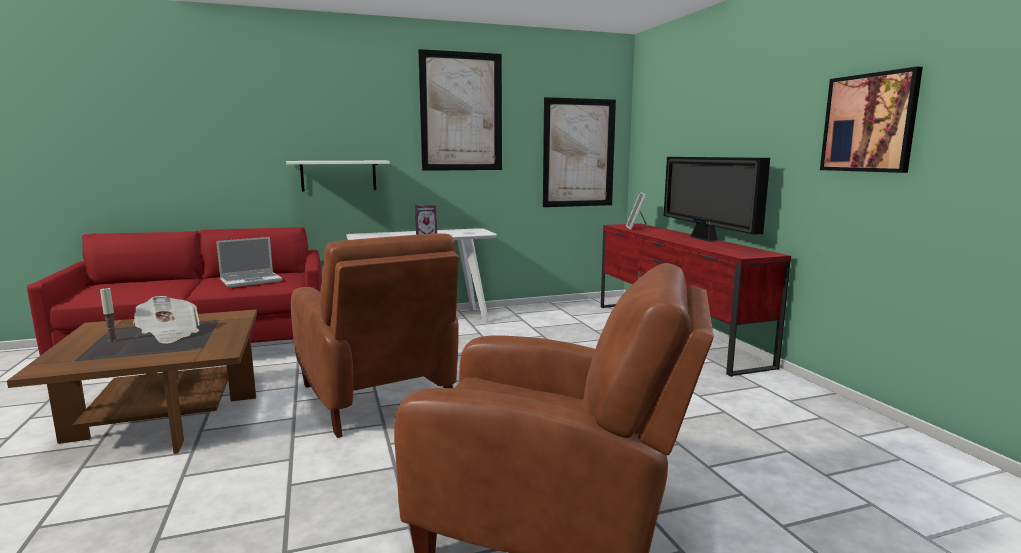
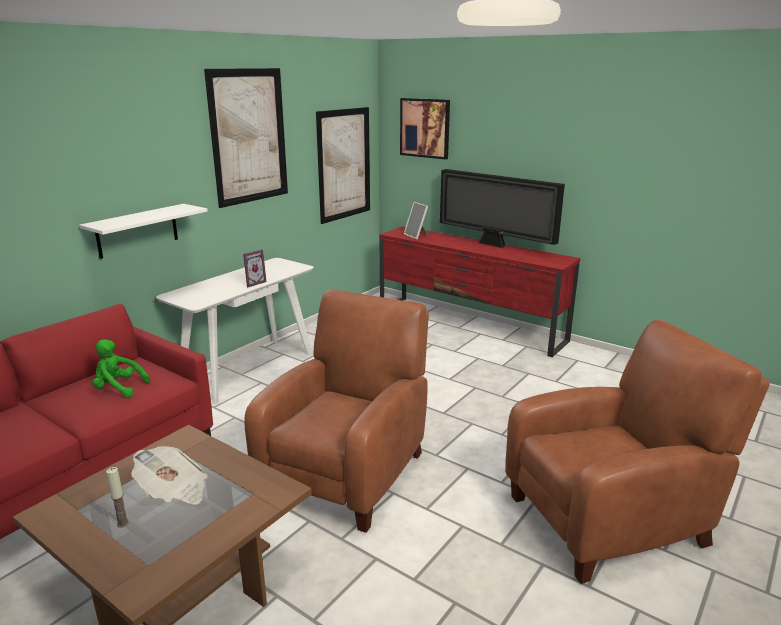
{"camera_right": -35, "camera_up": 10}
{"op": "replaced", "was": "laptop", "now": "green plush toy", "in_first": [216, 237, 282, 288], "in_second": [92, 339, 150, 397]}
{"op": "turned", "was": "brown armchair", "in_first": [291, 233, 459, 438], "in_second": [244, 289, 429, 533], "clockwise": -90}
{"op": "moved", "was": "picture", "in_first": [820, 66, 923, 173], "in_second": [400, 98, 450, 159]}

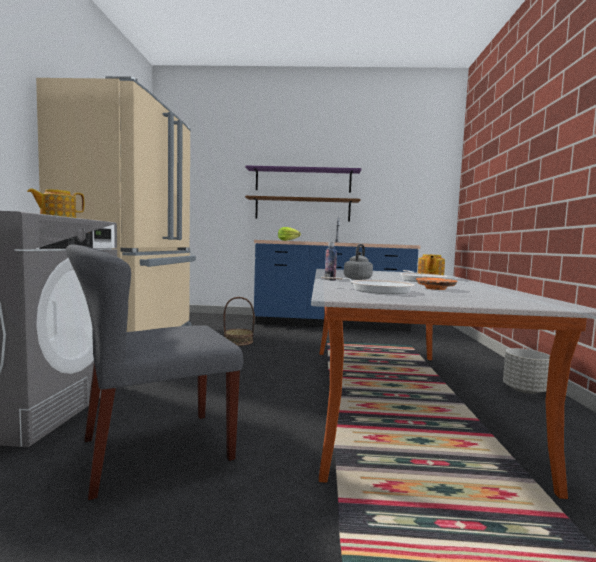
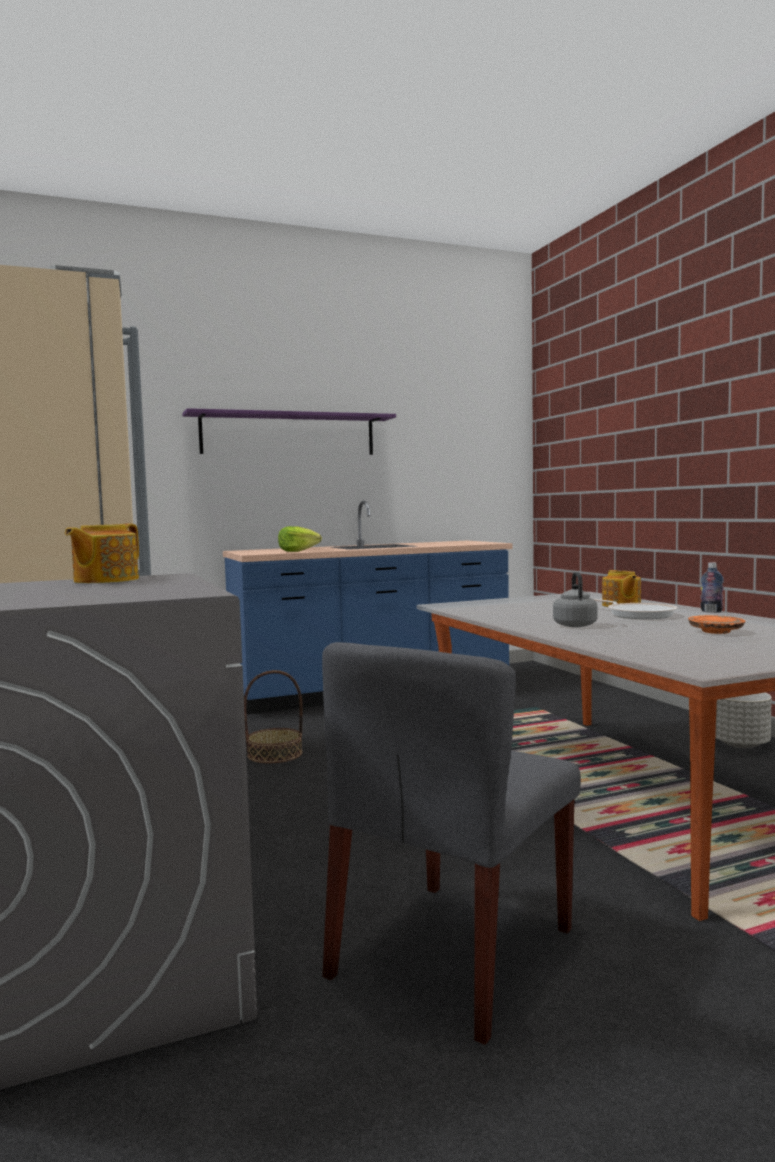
{"camera_right": -25, "camera_up": 0}
{"op": "removed", "was": "brown shelf", "in_first": [245, 196, 360, 222]}
{"op": "removed", "was": "frying pan", "in_first": [321, 277, 415, 294]}
{"op": "moved", "was": "bottle", "in_first": [324, 243, 337, 281], "in_second": [700, 563, 724, 612]}

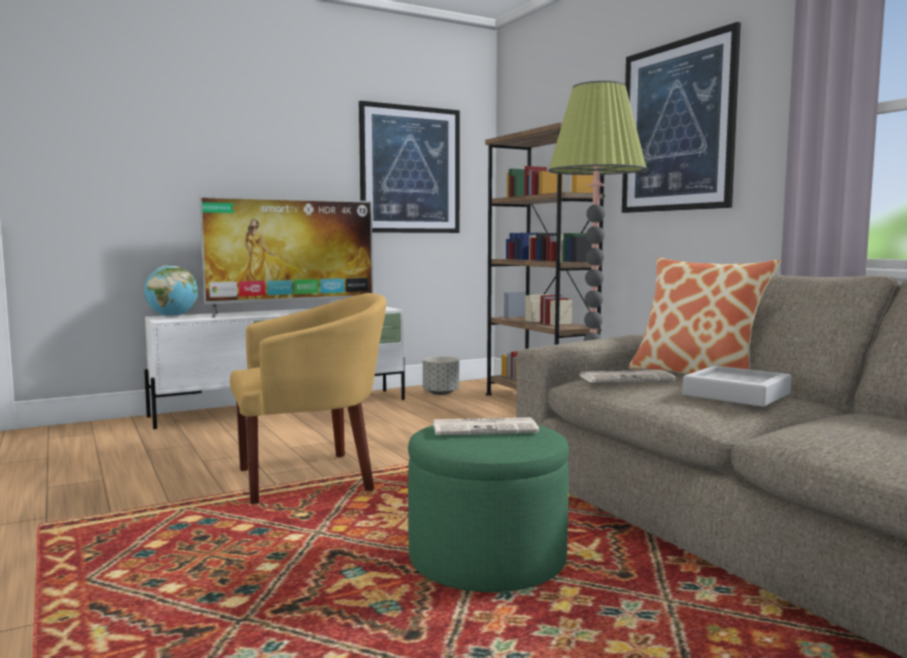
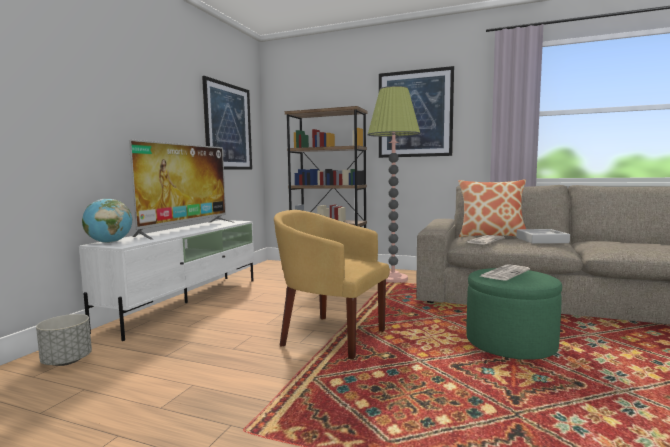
{"camera_right": -40, "camera_up": 0}
{"op": "turned", "was": "yellow armchair", "in_first": [230, 293, 386, 504], "in_second": [274, 210, 390, 359], "clockwise": -90}
{"op": "moved", "was": "grey planter", "in_first": [423, 356, 459, 395], "in_second": [36, 314, 92, 366]}

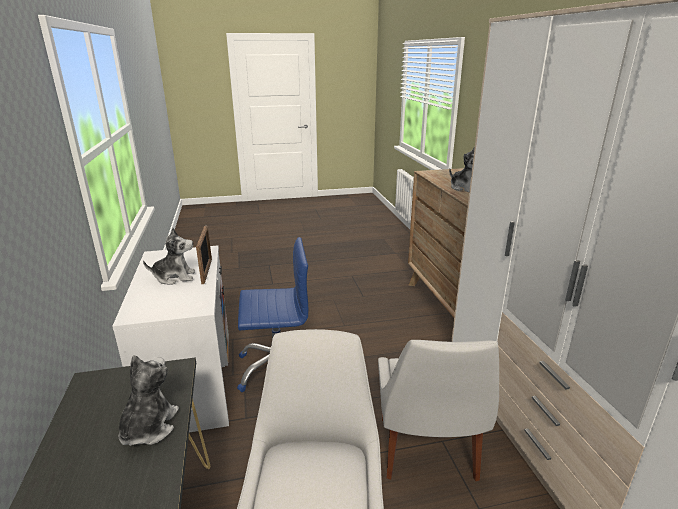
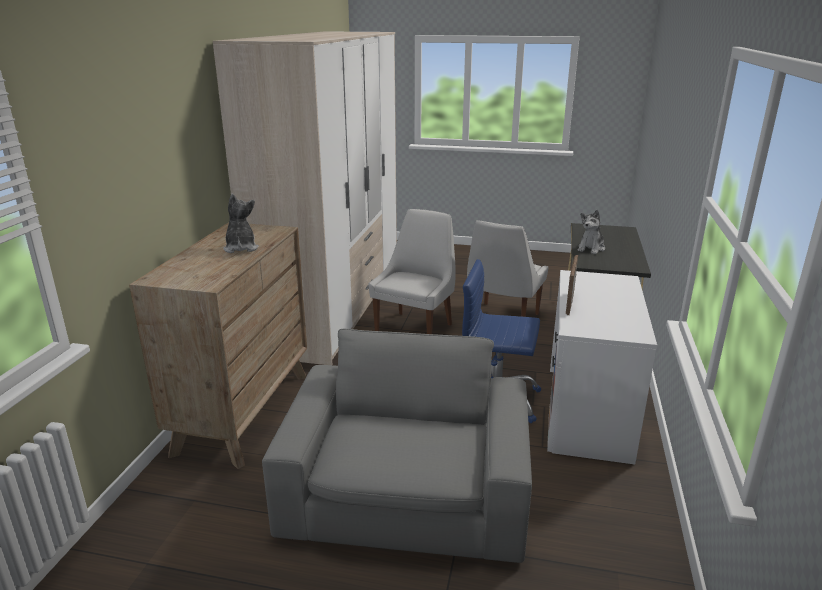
{"camera_right": -155, "camera_up": 0}
{"op": "removed", "was": "plush toy", "in_first": [143, 228, 195, 285]}
{"op": "added", "now": "grey armchair", "in_second": [262, 329, 532, 563]}

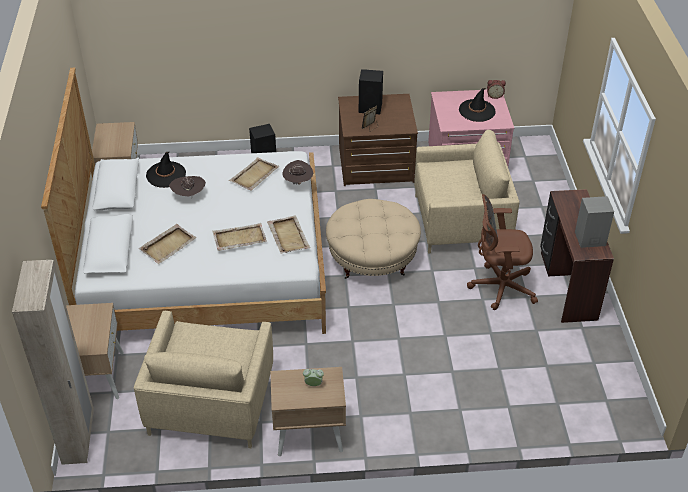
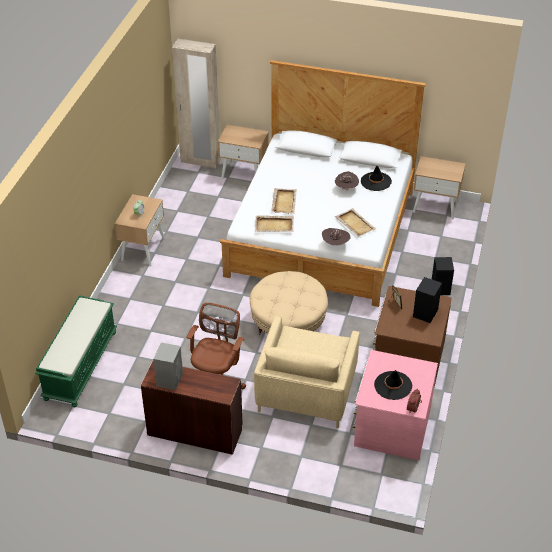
{"camera_right": 110, "camera_up": 0}
{"op": "removed", "was": "beige armchair", "in_first": [134, 311, 273, 448]}
{"op": "removed", "was": "beige tray", "in_first": [139, 224, 196, 264]}
{"op": "added", "now": "green bench", "in_second": [35, 295, 117, 407]}

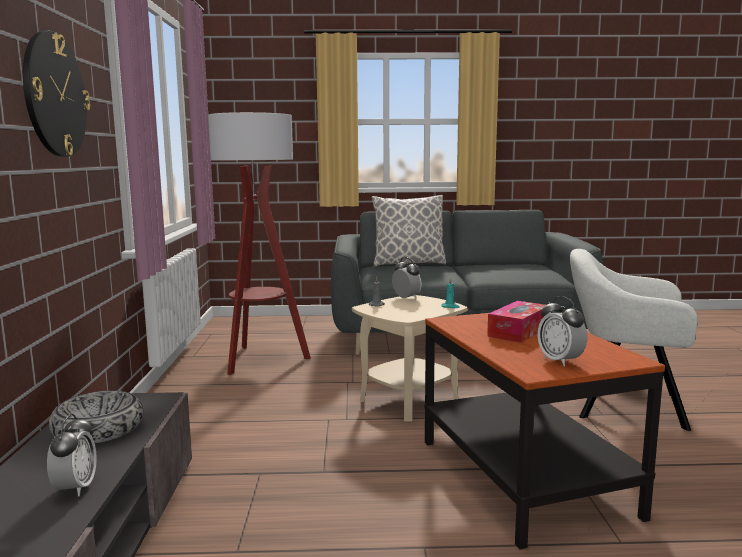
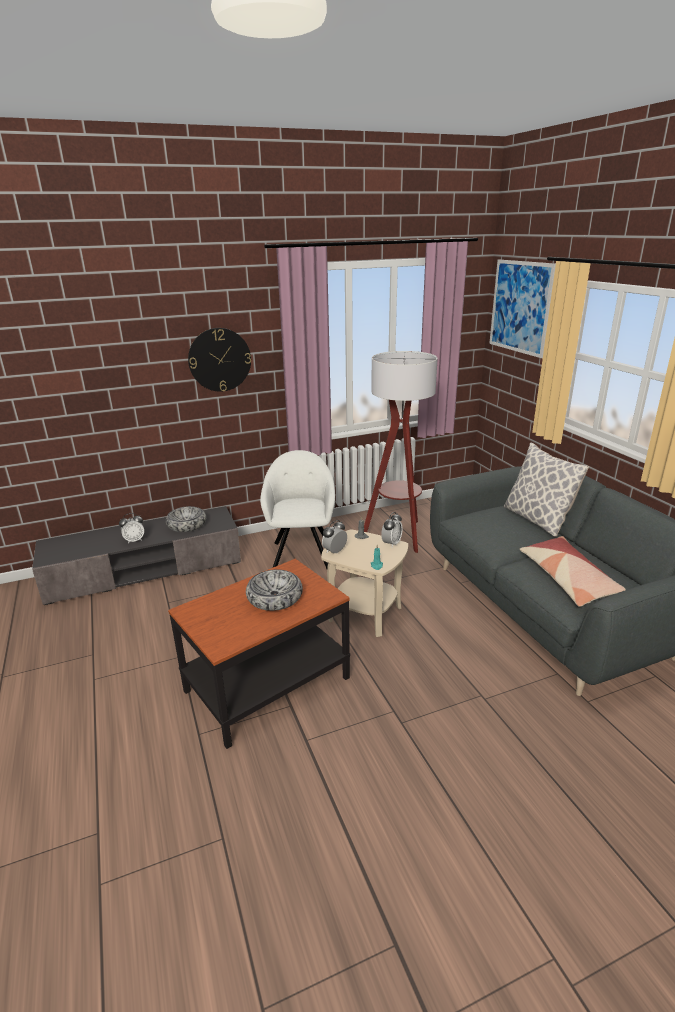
{"camera_right": 70, "camera_up": 15}
{"op": "replaced", "was": "tissue box", "now": "bowl", "in_first": [487, 301, 546, 343], "in_second": [246, 570, 303, 611]}
{"op": "moved", "was": "alarm clock", "in_first": [538, 296, 587, 366], "in_second": [322, 520, 347, 553]}
{"op": "moved", "was": "white armchair", "in_first": [570, 249, 698, 431], "in_second": [260, 450, 335, 569]}
{"op": "added", "now": "picture", "in_second": [489, 260, 556, 358]}
{"op": "added", "now": "pillow", "in_second": [520, 536, 626, 607]}

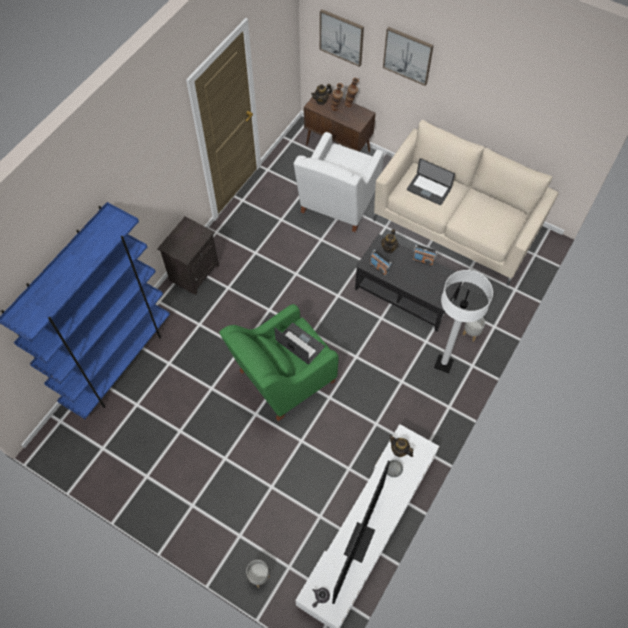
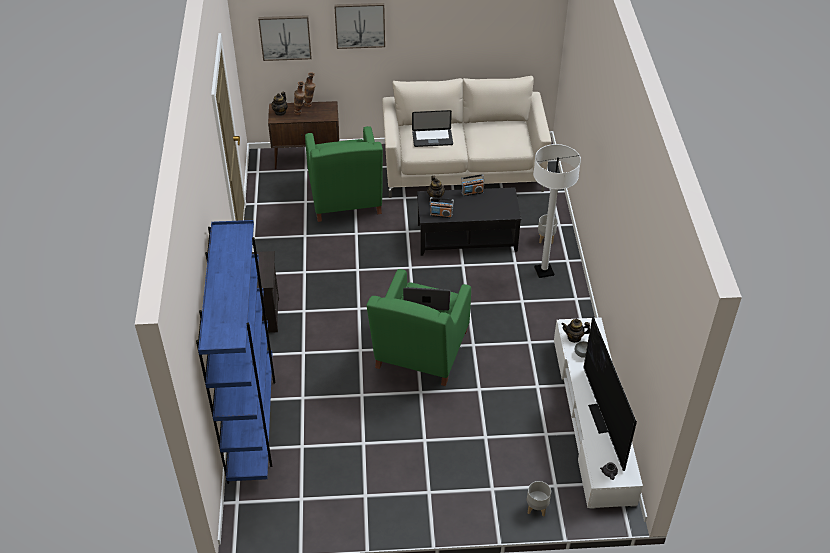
{"camera_right": -35, "camera_up": -15}
{"op": "recoloured", "was": "white armchair", "now": "green armchair", "in_first": [294, 132, 384, 232], "in_second": [305, 126, 383, 222]}

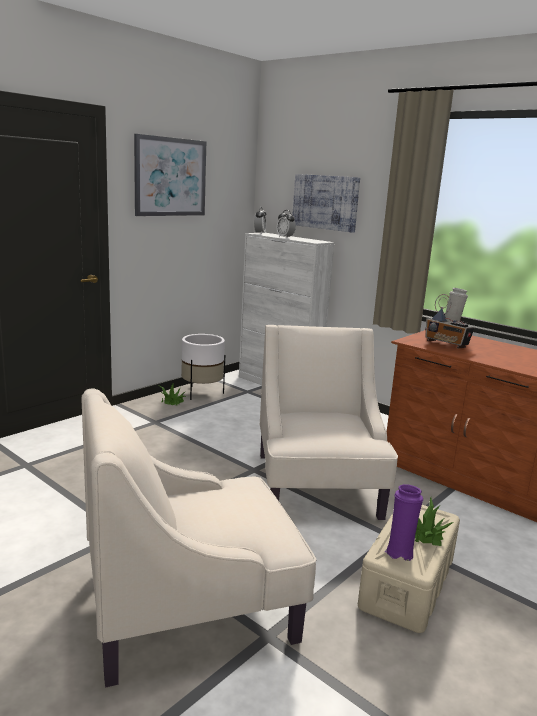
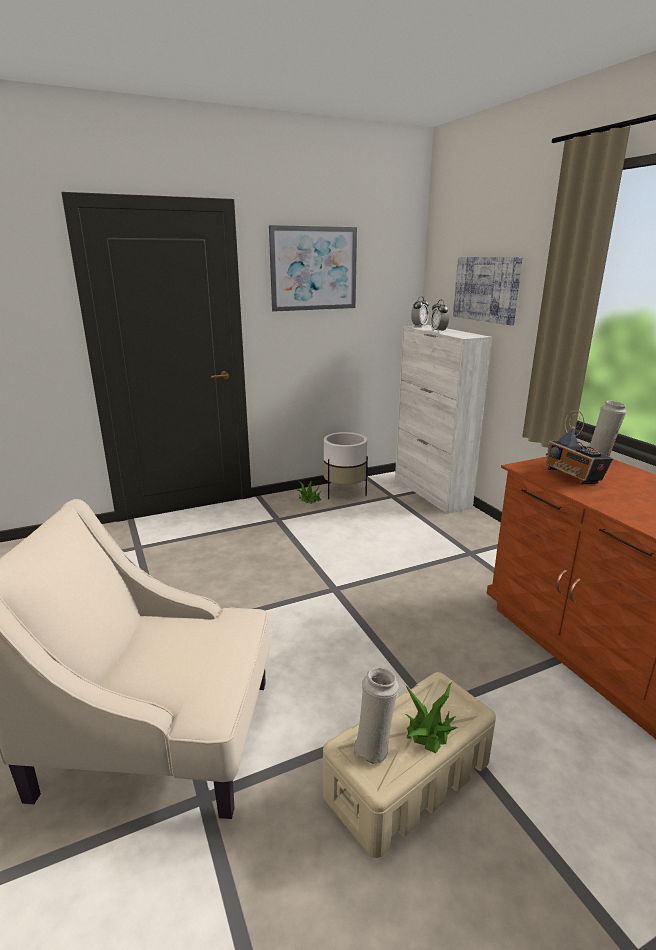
{"camera_right": 25, "camera_up": 5}
{"op": "removed", "was": "beige armchair", "in_first": [260, 325, 398, 520]}
{"op": "recoloured", "was": "purple vase", "now": "white vase", "in_first": [385, 484, 423, 561], "in_second": [354, 667, 399, 765]}

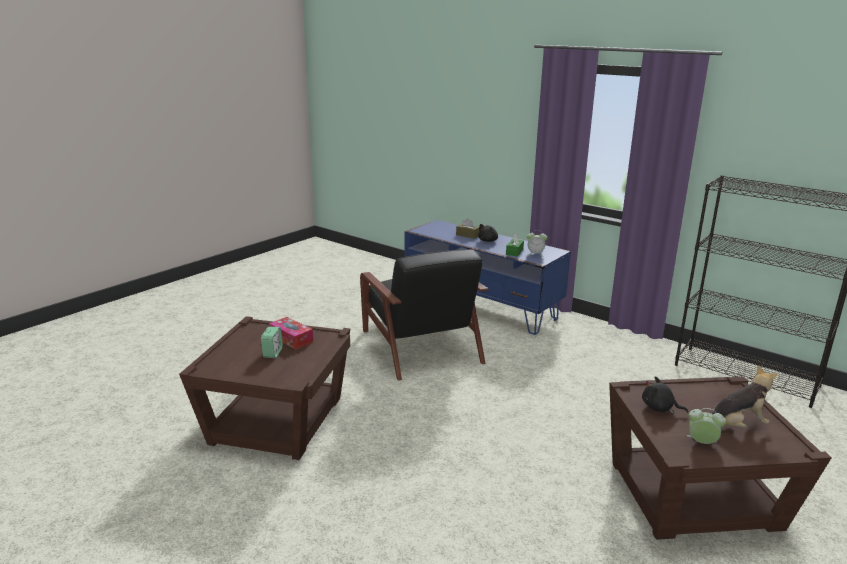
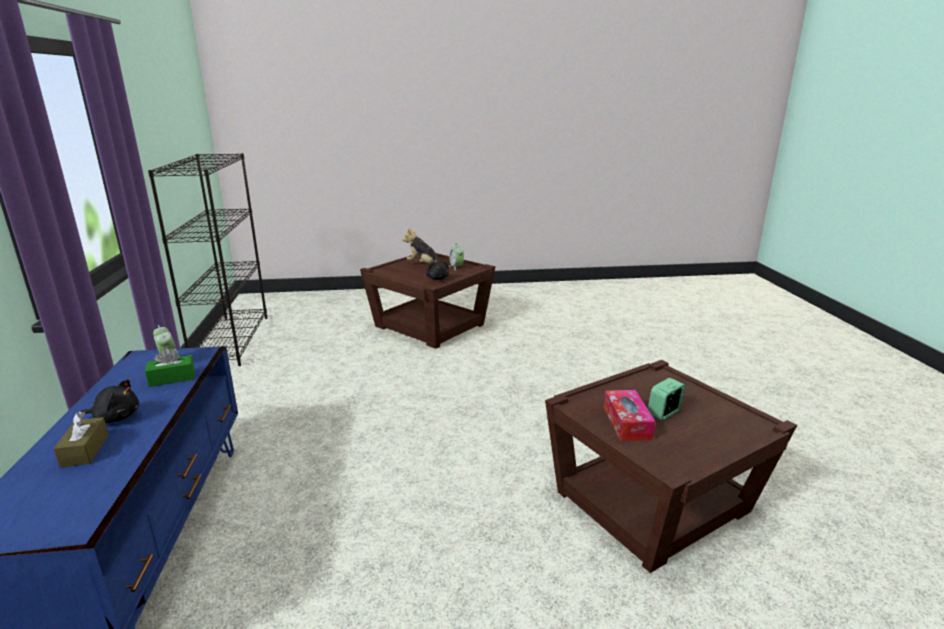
{"camera_right": -135, "camera_up": 0}
{"op": "removed", "was": "black armchair", "in_first": [360, 249, 488, 380]}

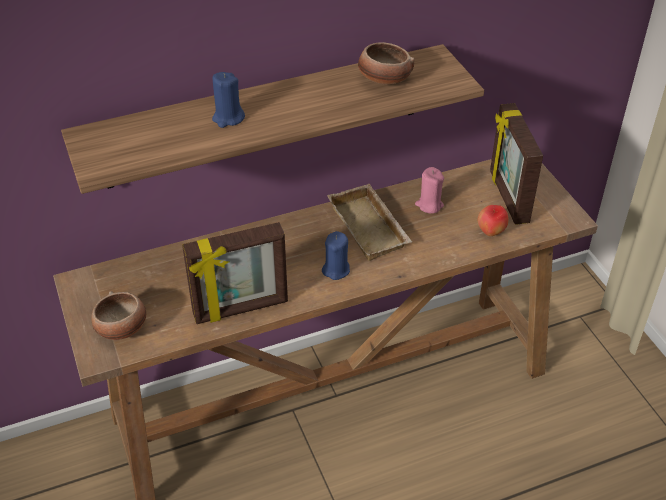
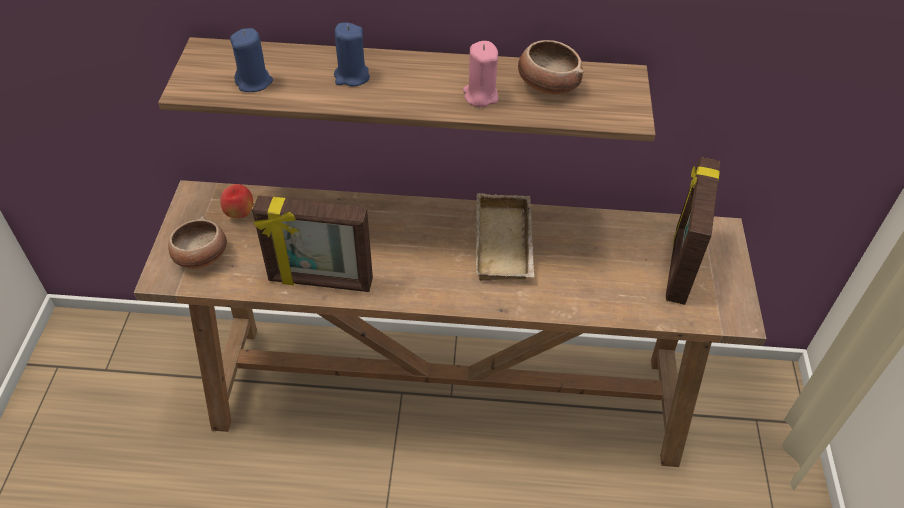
{"camera_right": 25, "camera_up": 5}
{"op": "moved", "was": "blue candle", "in_first": [322, 231, 350, 280], "in_second": [230, 28, 273, 92]}
{"op": "moved", "was": "pink candle", "in_first": [415, 167, 444, 214], "in_second": [463, 41, 498, 107]}
{"op": "moved", "was": "apple", "in_first": [477, 205, 509, 236], "in_second": [220, 184, 253, 218]}

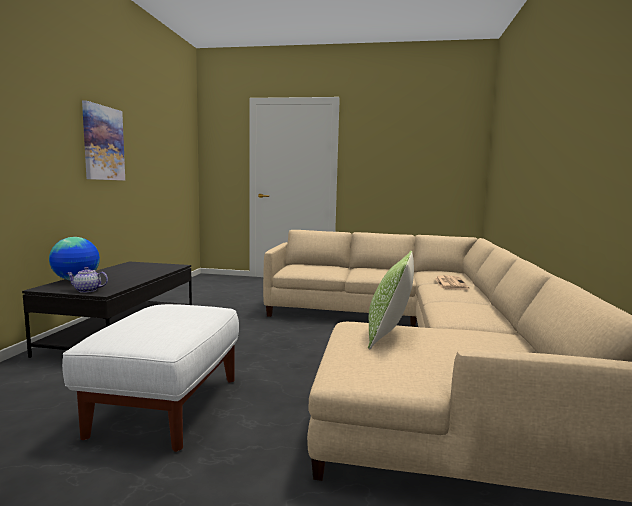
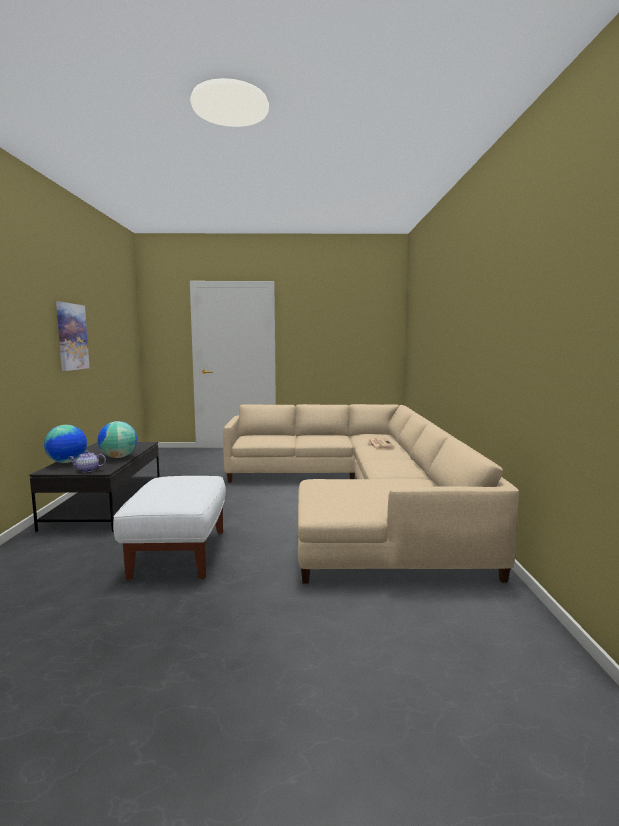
{"camera_right": -10, "camera_up": 0}
{"op": "removed", "was": "pillow", "in_first": [368, 251, 414, 349]}
{"op": "added", "now": "globe", "in_second": [98, 421, 137, 458]}

